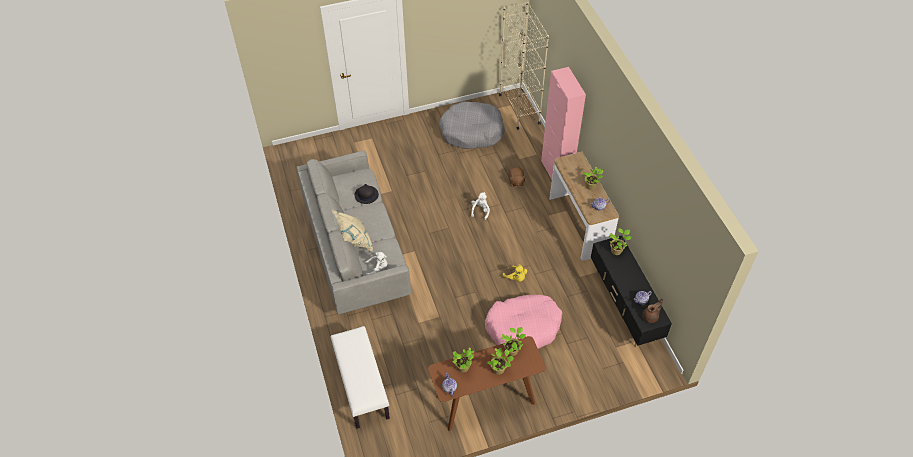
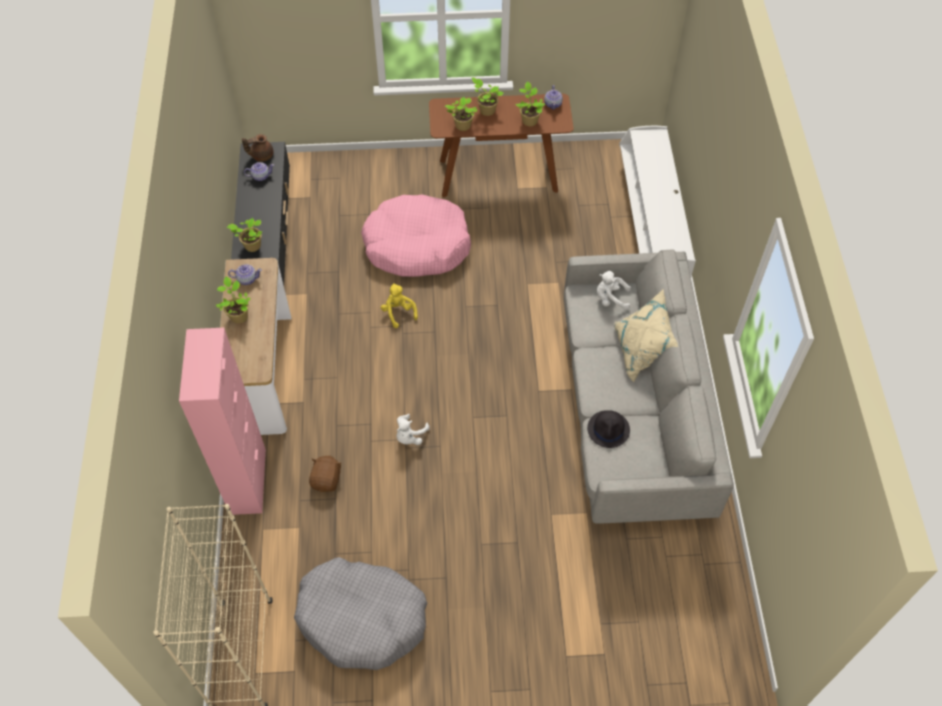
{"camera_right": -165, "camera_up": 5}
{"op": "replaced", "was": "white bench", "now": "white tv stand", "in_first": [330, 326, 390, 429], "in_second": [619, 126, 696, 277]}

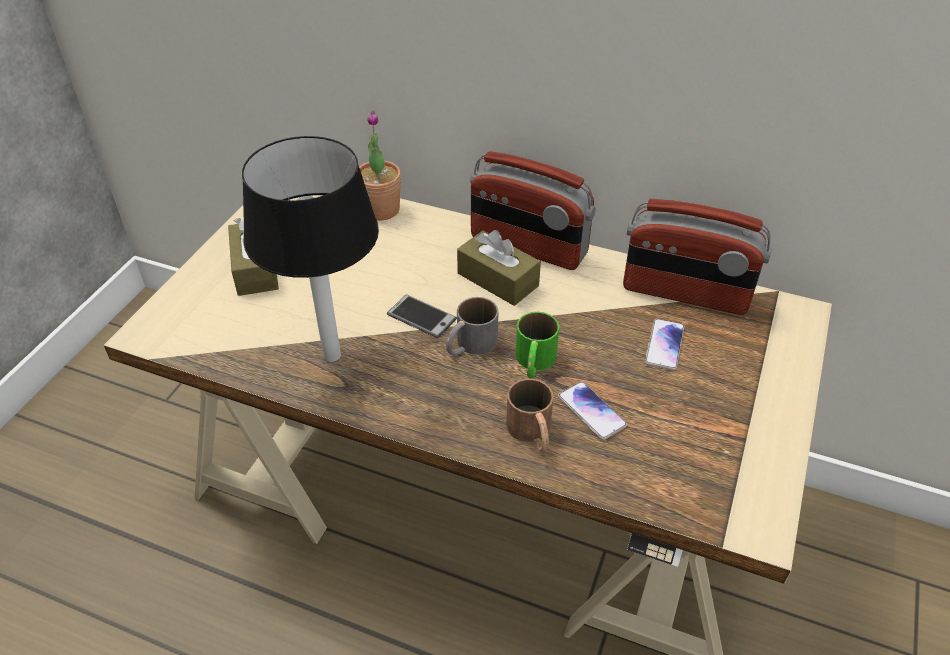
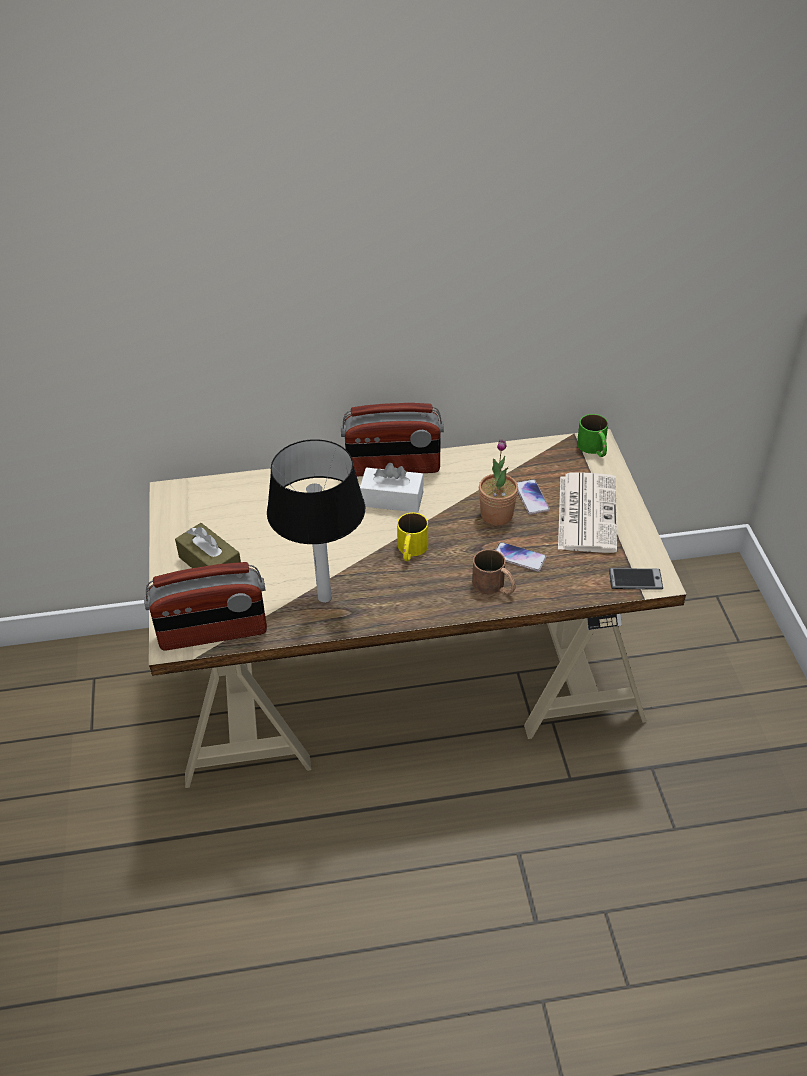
{"camera_right": -30, "camera_up": 0}
{"op": "moved", "was": "potted plant", "in_first": [359, 110, 401, 220], "in_second": [479, 439, 518, 526]}
{"op": "moved", "was": "phone", "in_first": [387, 294, 457, 338], "in_second": [609, 568, 663, 590]}
{"op": "recoloured", "was": "grey mug", "now": "yellow mug", "in_first": [446, 297, 499, 355], "in_second": [397, 513, 428, 561]}
{"op": "recoloured", "was": "brown tissue box", "now": "white tissue box", "in_first": [457, 230, 541, 306], "in_second": [360, 463, 424, 513]}
{"op": "moved", "was": "green mug", "in_first": [515, 312, 559, 378], "in_second": [577, 414, 608, 457]}
{"op": "moved", "was": "radio", "in_first": [623, 199, 772, 315], "in_second": [144, 562, 267, 650]}
{"op": "added", "now": "newspaper", "in_second": [558, 472, 617, 553]}

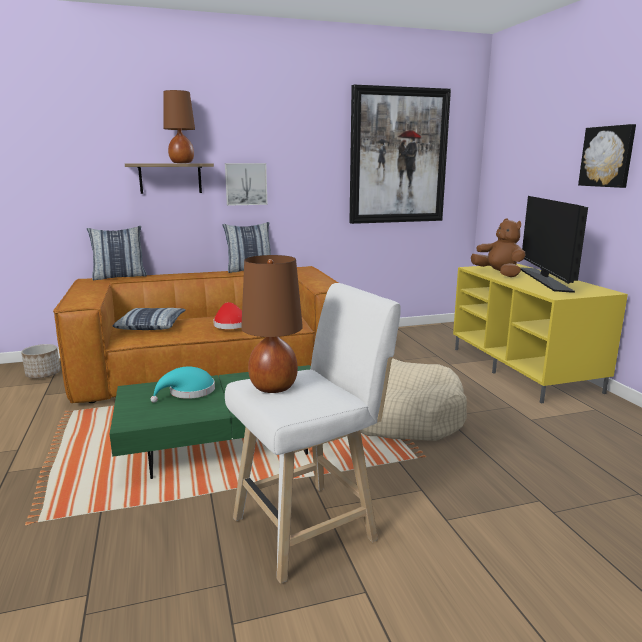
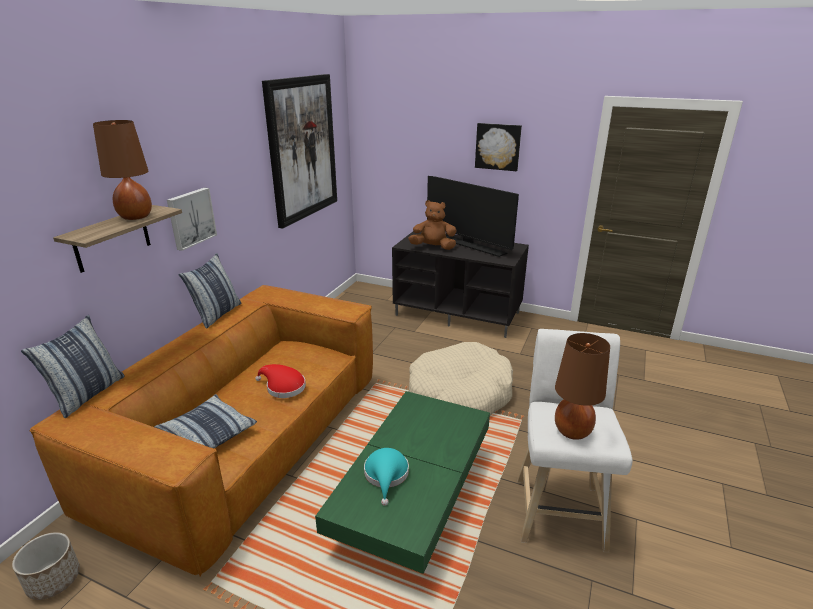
{"camera_right": -50, "camera_up": 10}
{"op": "recoloured", "was": "yellow tv stand", "now": "black tv stand", "in_first": [453, 264, 628, 403], "in_second": [392, 231, 529, 338]}

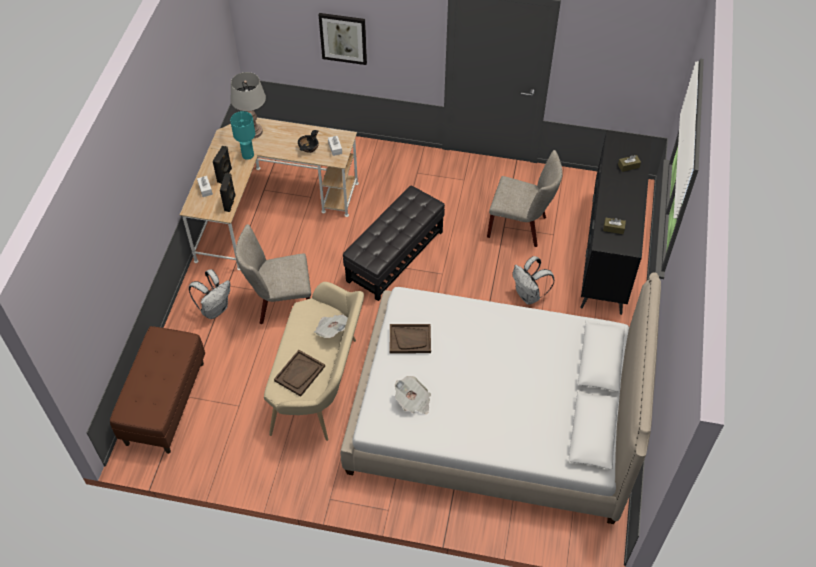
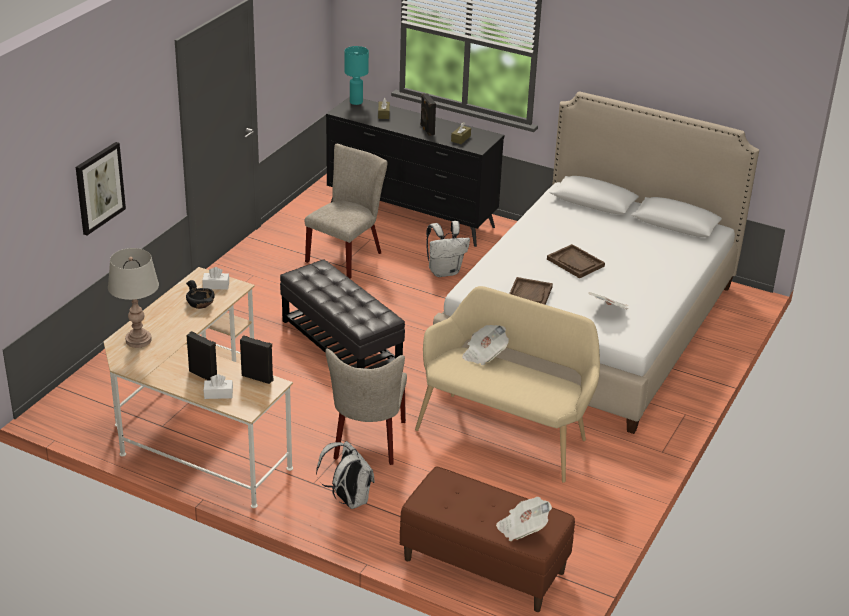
{"camera_right": -75, "camera_up": -20}
{"op": "moved", "was": "turquoise table lamp", "in_first": [230, 111, 255, 160], "in_second": [344, 46, 369, 105]}
{"op": "moved", "was": "brown tray", "in_first": [274, 350, 325, 397], "in_second": [547, 244, 605, 278]}
{"op": "added", "now": "black speaker", "in_second": [420, 93, 436, 136]}
{"op": "added", "now": "newspaper", "in_second": [496, 497, 552, 541]}

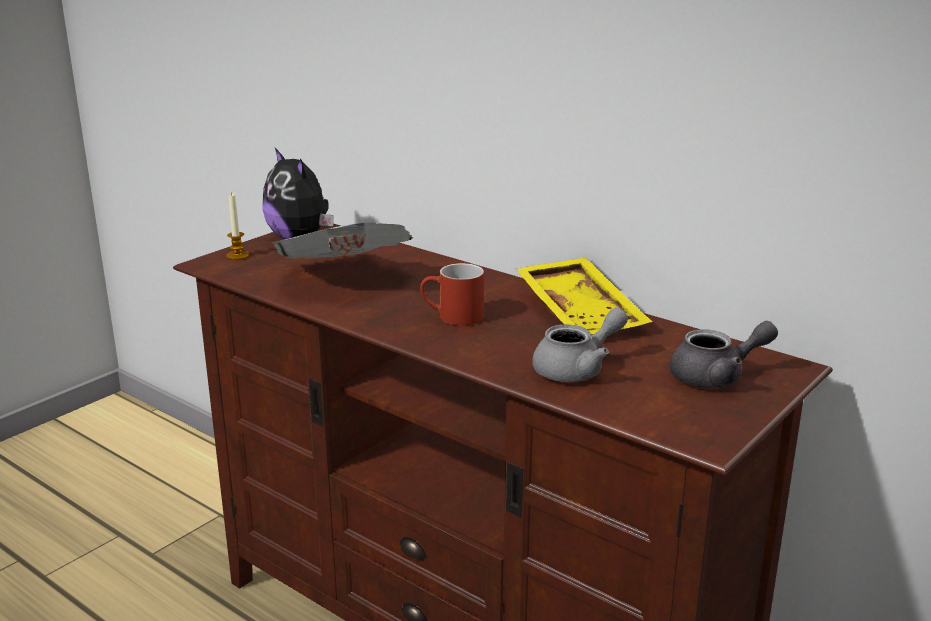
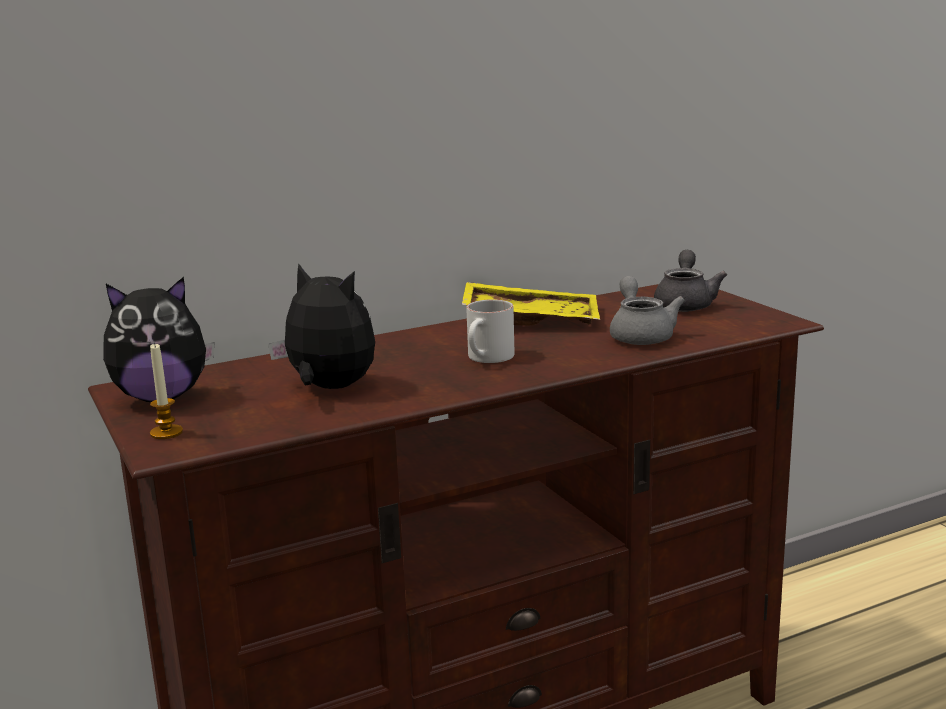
{"camera_right": -65, "camera_up": -5}
{"op": "replaced", "was": "newspaper", "now": "plush toy", "in_first": [271, 223, 413, 259], "in_second": [268, 263, 375, 389]}
{"op": "recoloured", "was": "red mug", "now": "white mug", "in_first": [420, 263, 484, 326], "in_second": [466, 299, 515, 363]}

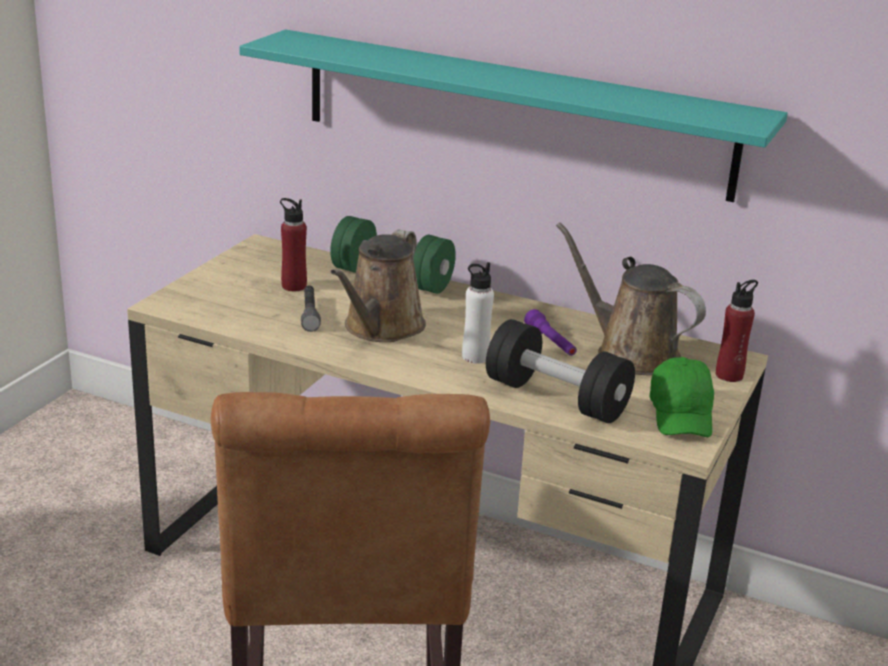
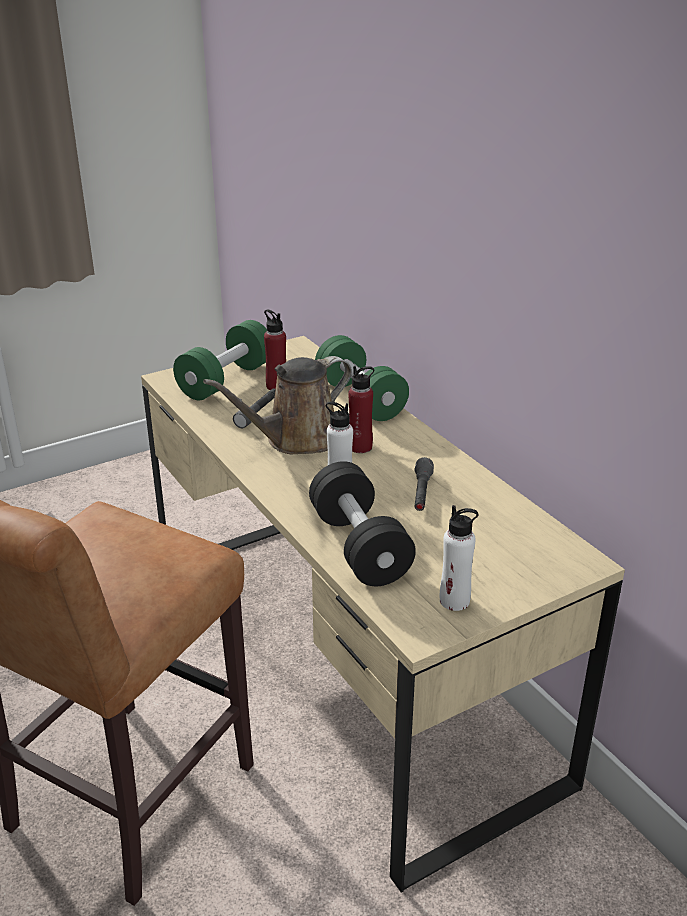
{"camera_right": 35, "camera_up": 5}
{"op": "removed", "was": "turquoise shelf", "in_first": [239, 29, 788, 202]}
{"op": "recoloured", "was": "purple flashlight", "now": "grey flashlight", "in_first": [524, 309, 577, 356], "in_second": [414, 457, 434, 511]}
{"op": "removed", "was": "brown watering can", "in_first": [556, 222, 706, 375]}
{"op": "replaced", "was": "green cap", "now": "white bottle", "in_first": [650, 357, 714, 437], "in_second": [440, 505, 478, 611]}
{"op": "moved", "was": "red bottle", "in_first": [716, 280, 758, 382], "in_second": [348, 366, 374, 453]}
{"op": "added", "now": "green dumbbell", "in_second": [173, 320, 267, 400]}

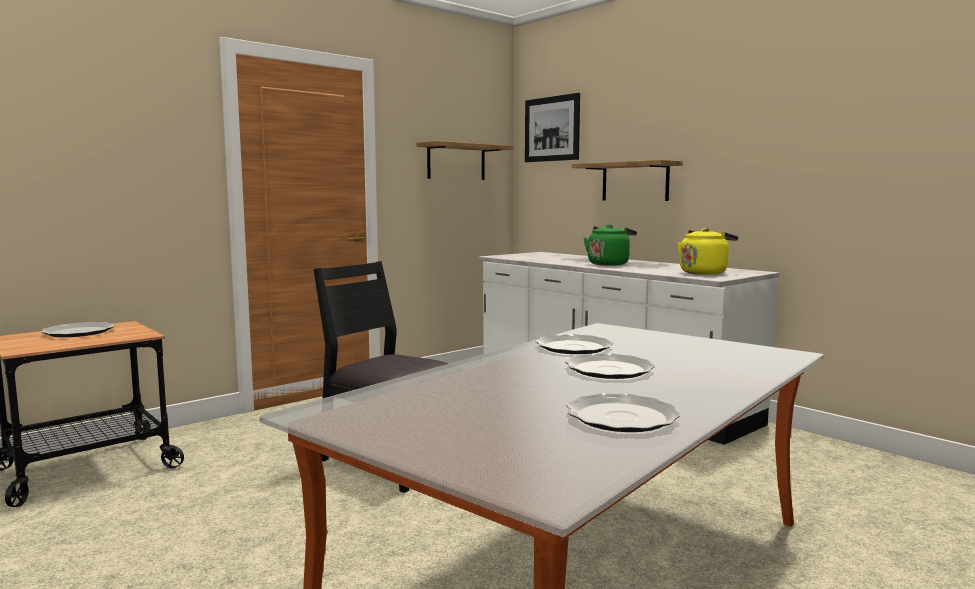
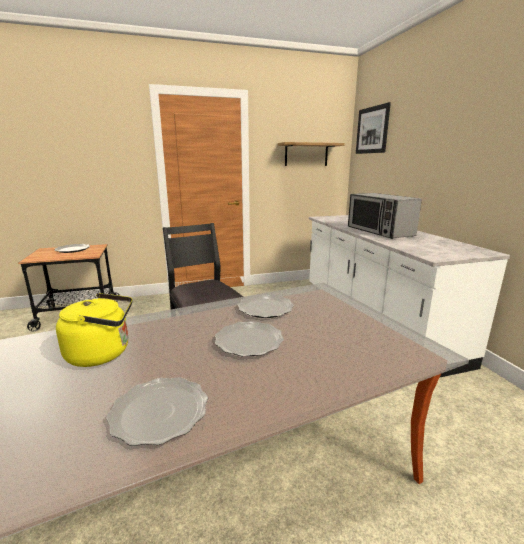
{"camera_right": 25, "camera_up": 10}
{"op": "removed", "was": "shelf", "in_first": [572, 160, 683, 201]}
{"op": "replaced", "was": "green kettle", "now": "microwave", "in_first": [584, 224, 637, 266], "in_second": [348, 193, 422, 239]}
{"op": "moved", "was": "yellow kettle", "in_first": [677, 228, 738, 275], "in_second": [56, 293, 132, 367]}

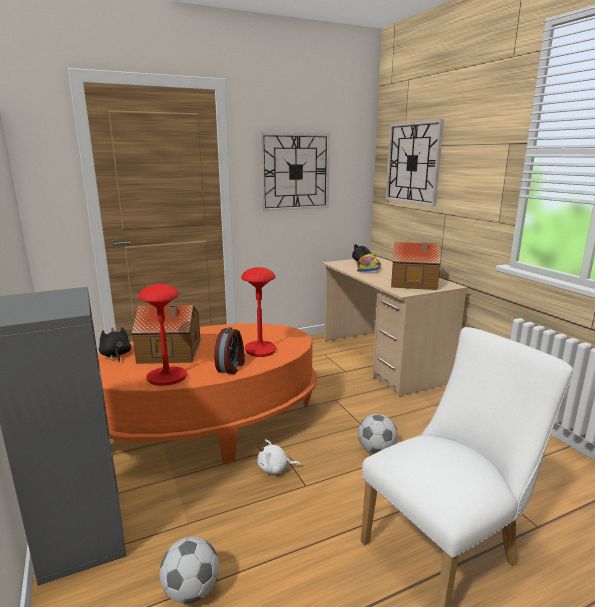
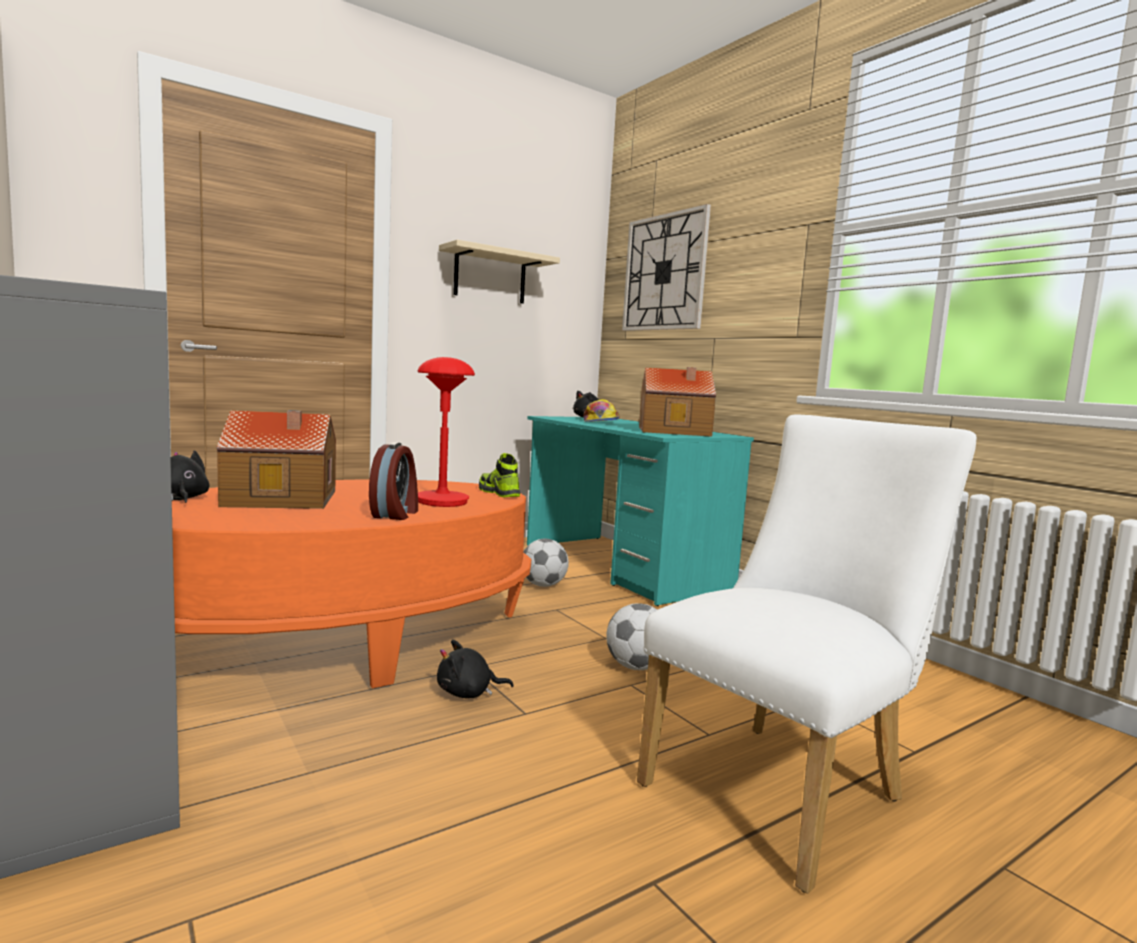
{"camera_right": -10, "camera_up": -10}
{"op": "removed", "was": "red table lamp", "in_first": [138, 284, 187, 386]}
{"op": "moved", "was": "football", "in_first": [160, 537, 219, 604], "in_second": [524, 539, 569, 587]}
{"op": "recoloured", "was": "white plush toy", "now": "black plush toy", "in_first": [257, 439, 301, 474], "in_second": [437, 640, 514, 698]}
{"op": "replaced", "was": "wall clock", "now": "beige shelf", "in_first": [260, 132, 330, 211], "in_second": [439, 240, 560, 304]}
{"op": "recoloured", "was": "beige desk", "now": "turquoise desk", "in_first": [322, 256, 468, 397], "in_second": [527, 416, 754, 606]}
{"op": "added", "now": "shoe", "in_second": [479, 453, 520, 497]}

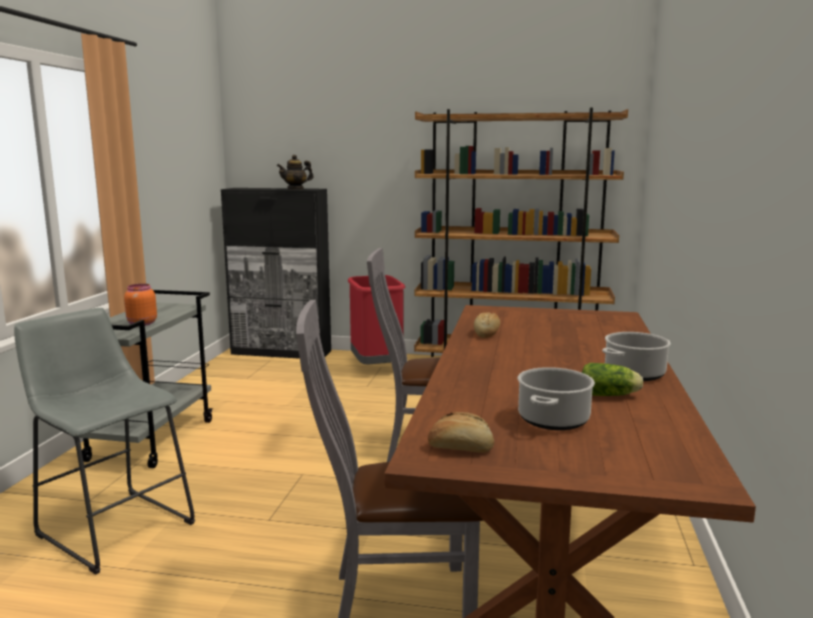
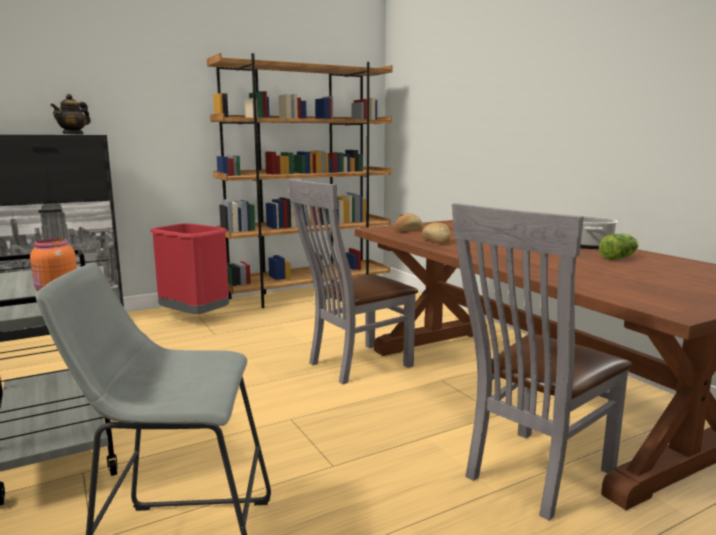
{"camera_right": -40, "camera_up": 0}
{"op": "moved", "was": "bread", "in_first": [428, 412, 494, 453], "in_second": [395, 213, 423, 231]}
{"op": "removed", "was": "cooking pot", "in_first": [518, 367, 595, 430]}

